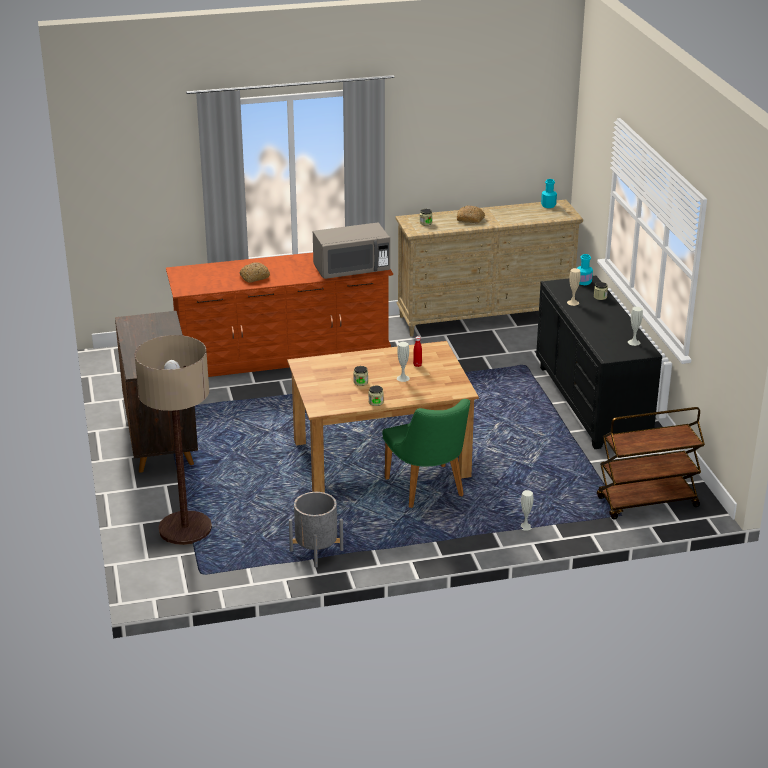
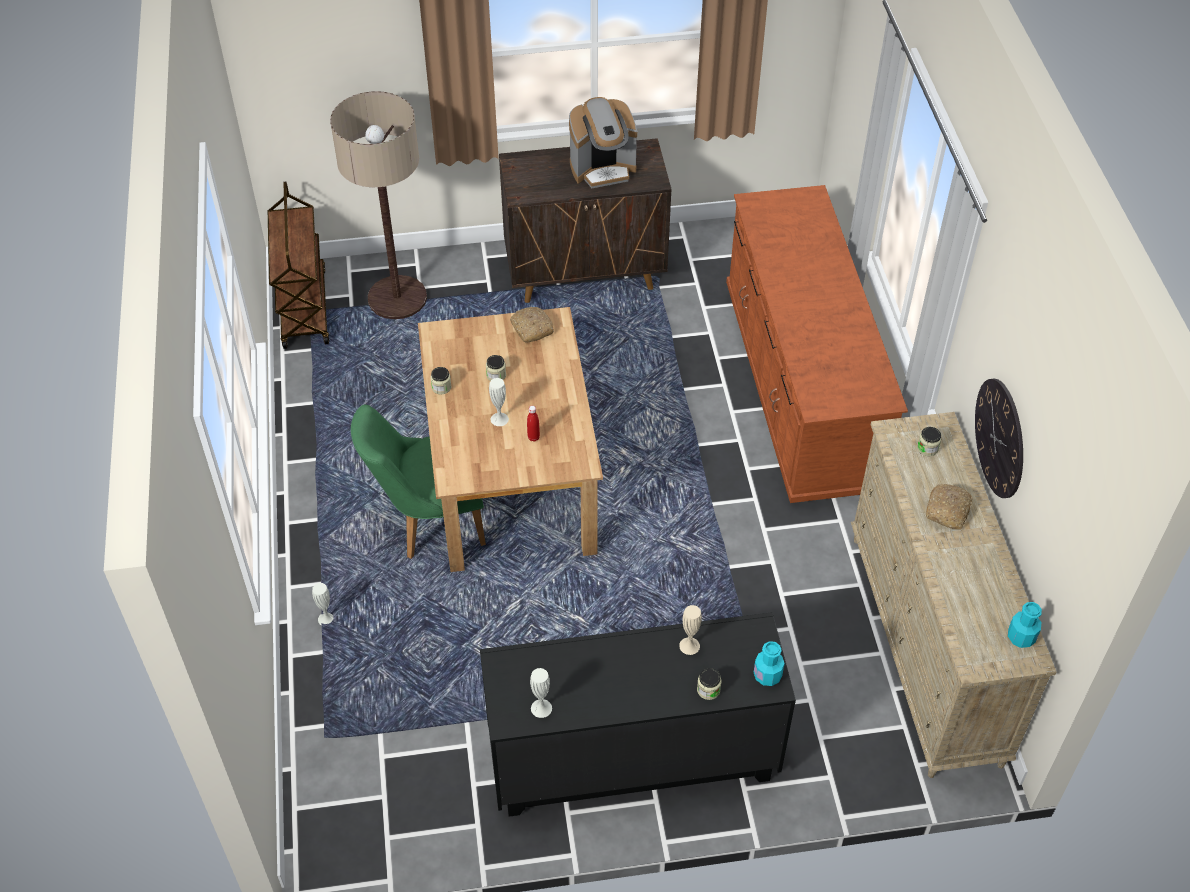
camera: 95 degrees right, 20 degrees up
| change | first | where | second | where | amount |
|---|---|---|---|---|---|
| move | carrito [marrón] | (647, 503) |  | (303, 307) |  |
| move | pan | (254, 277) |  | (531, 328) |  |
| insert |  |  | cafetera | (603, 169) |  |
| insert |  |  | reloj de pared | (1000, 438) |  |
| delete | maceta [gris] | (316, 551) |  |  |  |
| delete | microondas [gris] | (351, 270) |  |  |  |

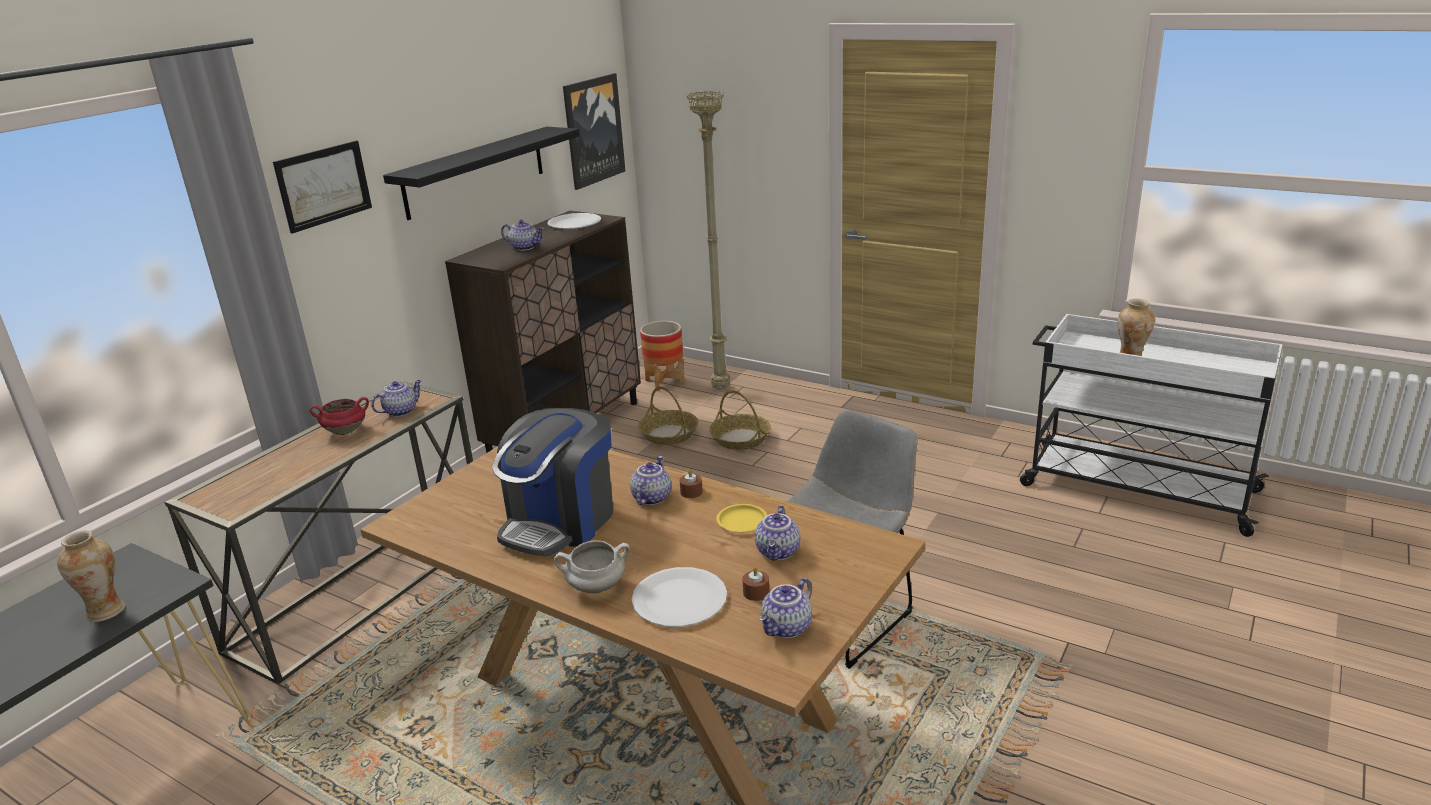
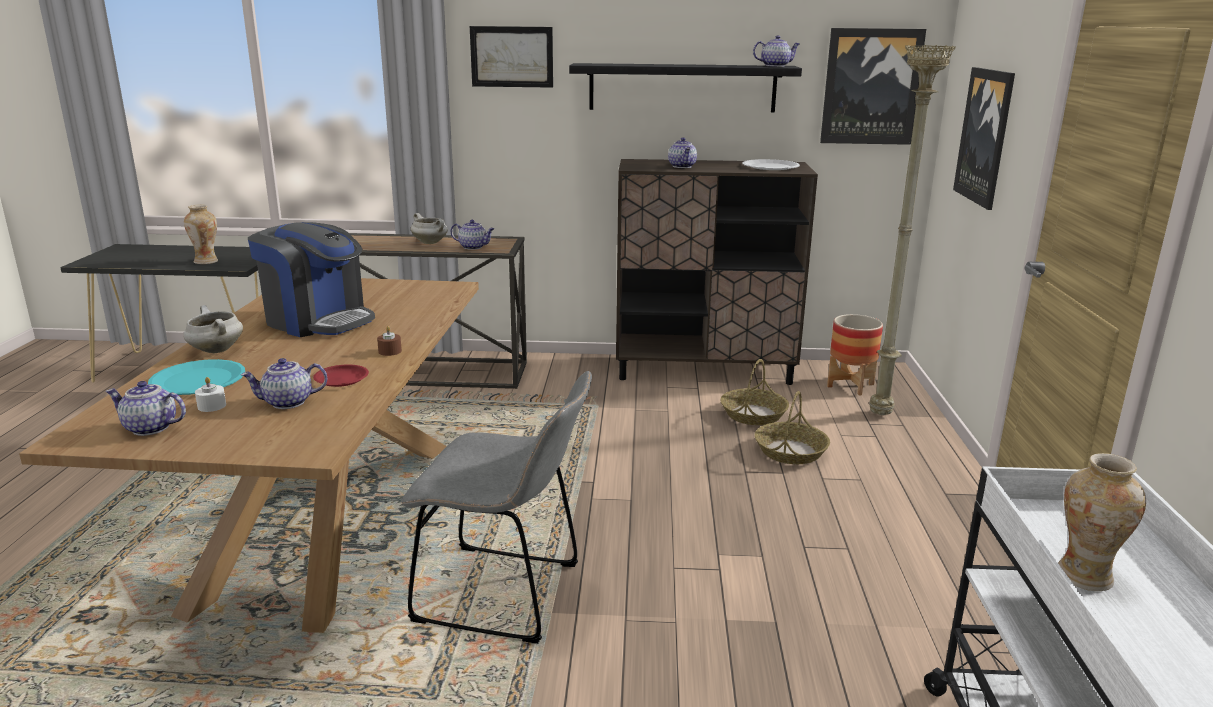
camera: 60 degrees right, 5 degrees down
| change | first | where | second | where | amount |
|---|---|---|---|---|---|
| recolor | plato [blanco] | (679, 599) | plato [turquesa] | (198, 380) |  |
| recolor | vela [marrón] | (756, 592) | vela [blanco] | (212, 406) |  |
| rotate | cafetera | (560, 522) |  | (318, 321) | 150 degrees counterclockwise |
| recolor | plato [amarillo] | (742, 521) | plato [rojo] | (342, 379) |  |
| recolor | olla [rojo] | (346, 431) | olla [blanco] | (431, 243) |  |
| move | tetera | (651, 498) |  | (775, 66) |  |
| insert |  |  | cuadro | (985, 136) |  |

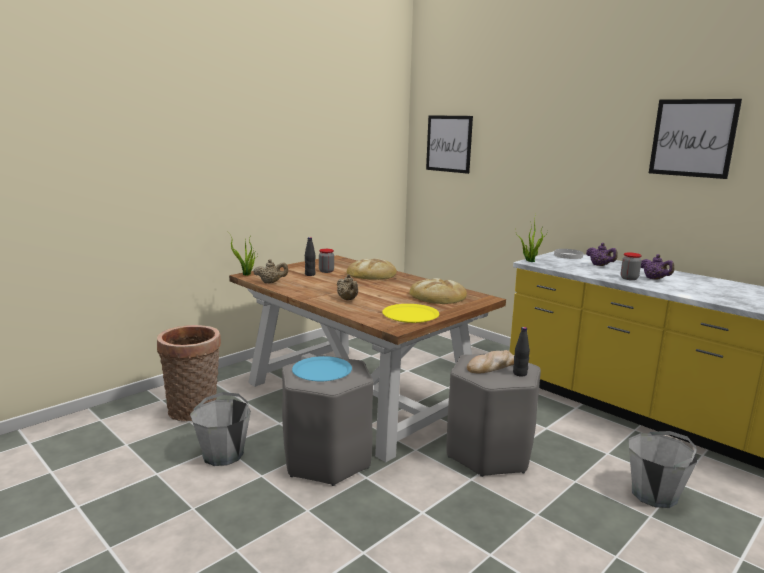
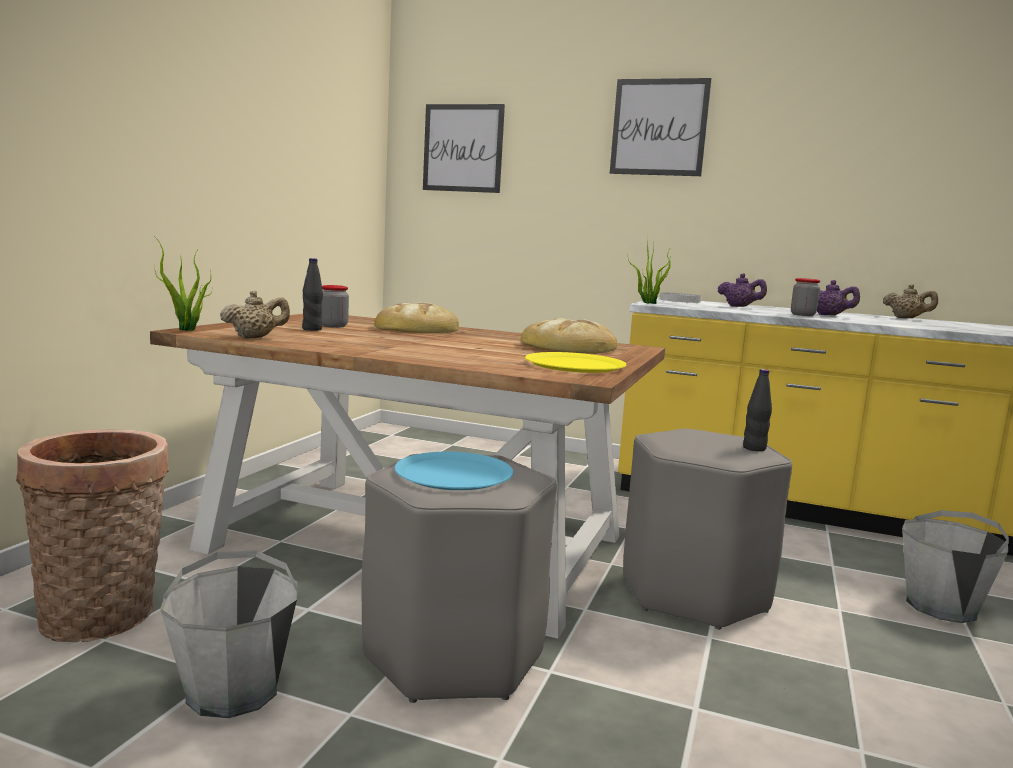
camera: 25 degrees left, 5 degrees down
| change | first | where | second | where | amount |
|---|---|---|---|---|---|
| move | cuadro | (692, 138) |  | (659, 127) |  |
| move | tetera [beis] | (348, 299) |  | (907, 318) |  |
| delete | pan | (492, 366) |  |  |  |

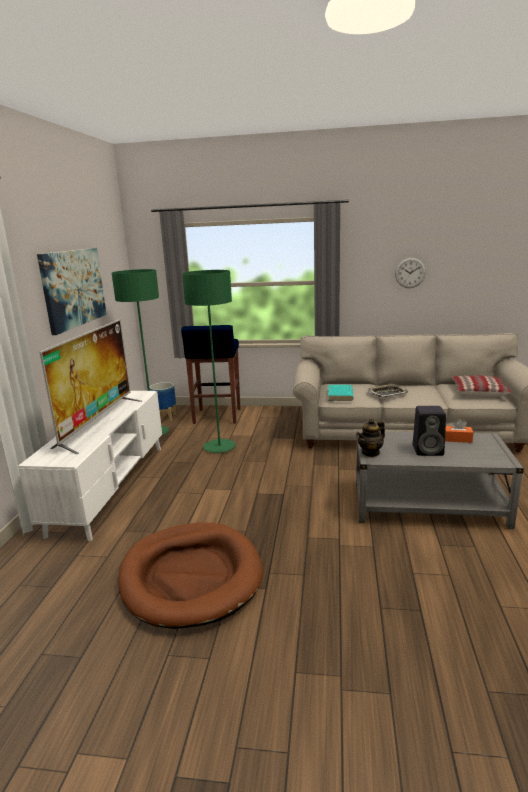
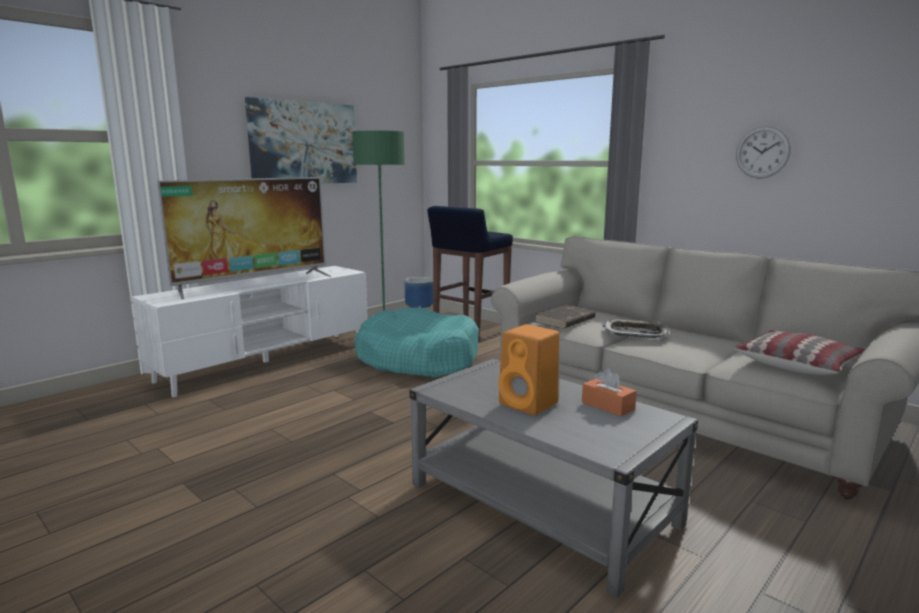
camera: 35 degrees right, 5 degrees down
| change | first | where | second | where | amount |
|---|---|---|---|---|---|
| replace | lámpara de pie [verde] | (219, 447) | cama para perro [turquesa] | (417, 359) |  |
| recolor | altavoz [negro] | (428, 450) | altavoz [naranja] | (530, 404) |  |
| recolor | libro [turquesa] | (340, 395) | libro [marrón] | (564, 320) |  |
| delete | cama para perro [marrón] | (191, 577) |  |  |  |
| delete | tetera | (370, 452) |  |  |  |

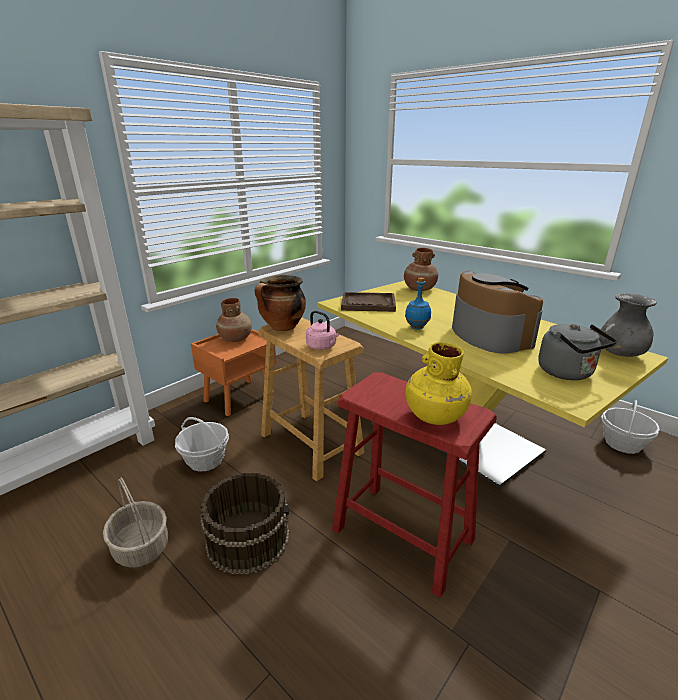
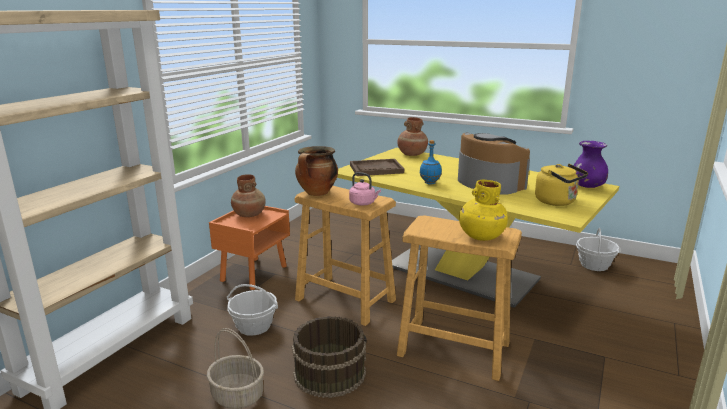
camera: 15 degrees left, 5 degrees down
| change | first | where | second | where | amount |
|---|---|---|---|---|---|
| recolor | taburete [rojo] | (401, 534) | taburete [beis] | (453, 349) |  |
| recolor | hervidor [gris] | (568, 373) | hervidor [amarillo] | (557, 202) |  |
| recolor | florero [gris] | (619, 354) | florero [morado] | (587, 187) |  |

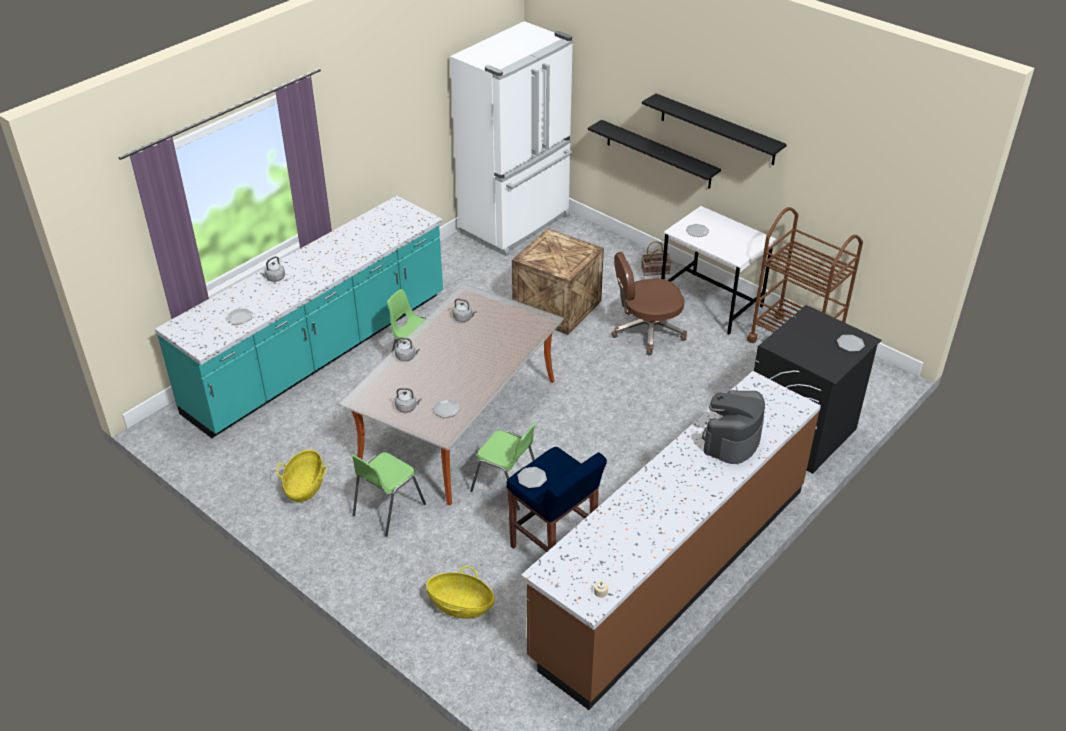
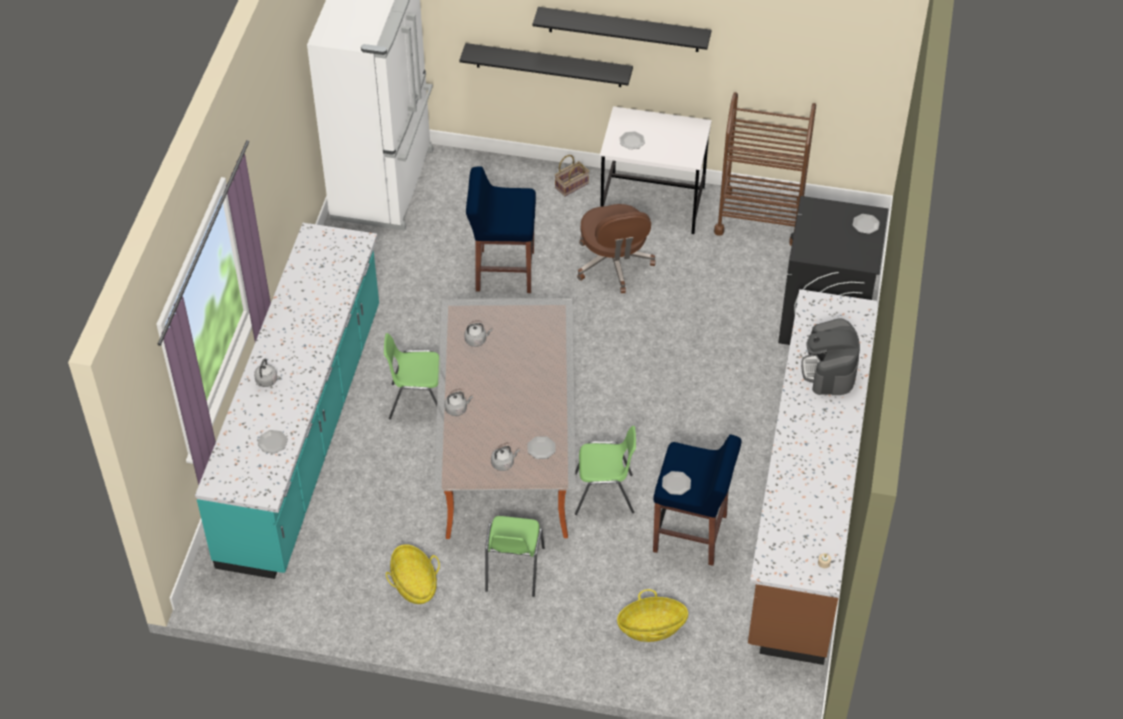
camera: 30 degrees left, 10 degrees up
| change | first | where | second | where | amount |
|---|---|---|---|---|---|
| replace | caja de embalaje | (556, 306) | taburete [azul] | (503, 271) |  |
| rotate | silla de oficina [marrón] | (646, 332) |  | (614, 264) | 60 degrees counterclockwise |

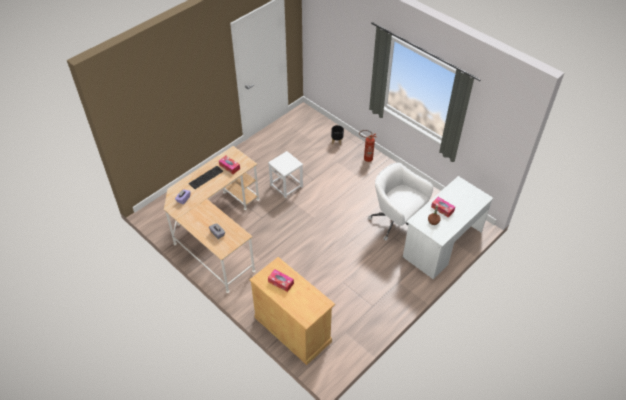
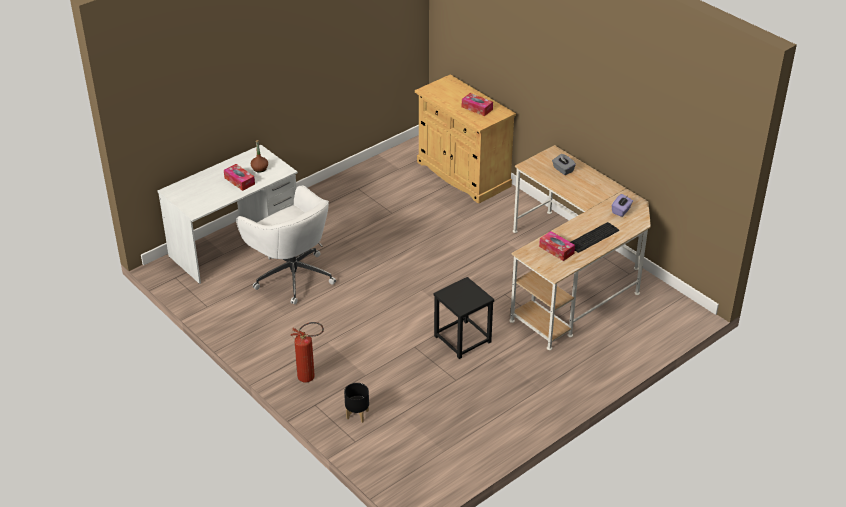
camera: 175 degrees left, 10 degrees down
| change | first | where | second | where | amount |
|---|---|---|---|---|---|
| recolor | taburete [blanco] | (286, 186) | taburete [negro] | (462, 339) |  |

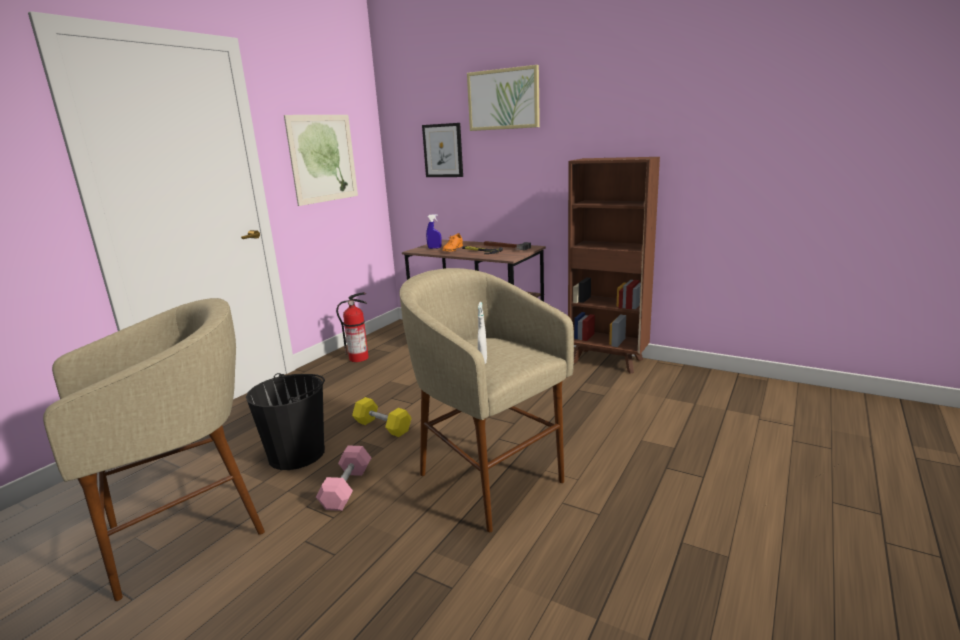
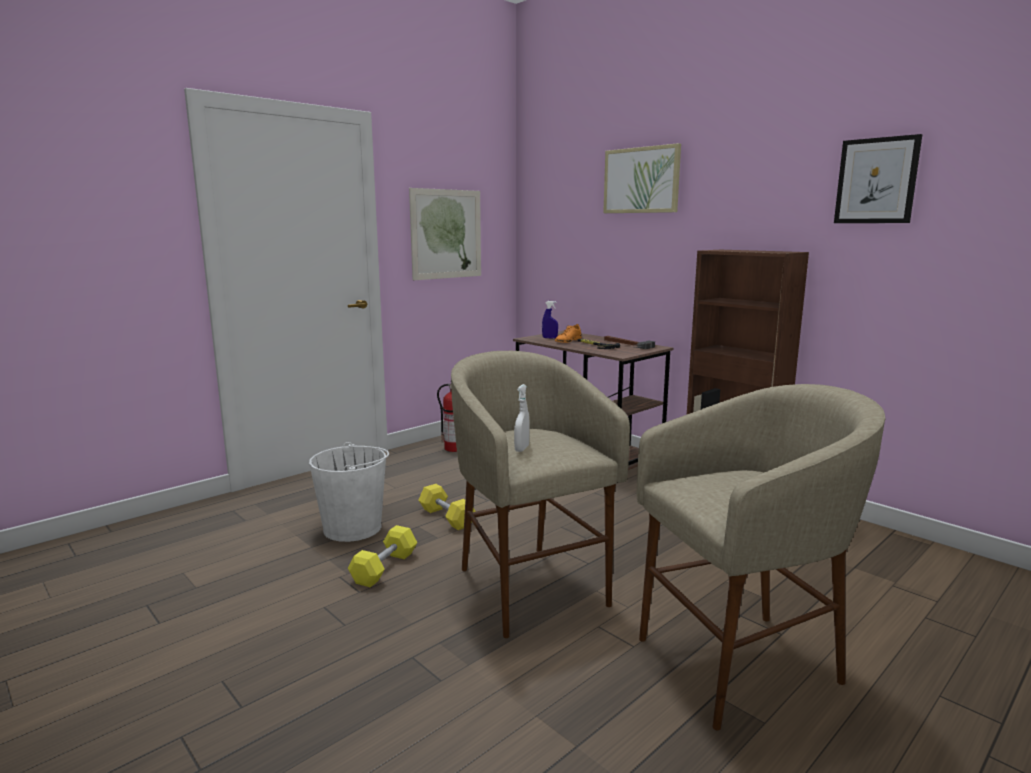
camera: 15 degrees right, 5 degrees down
| change | first | where | second | where | amount |
|---|---|---|---|---|---|
| recolor | cubo [negro] | (297, 454) | cubo [blanco] | (353, 528) |  |
| recolor | mancuerna [rosa] | (346, 488) | mancuerna [amarillo] | (384, 568) |  |
| move | taburete [beis] | (188, 534) |  | (741, 663) |  |
| move | cuadro | (443, 150) |  | (876, 181) |  |

